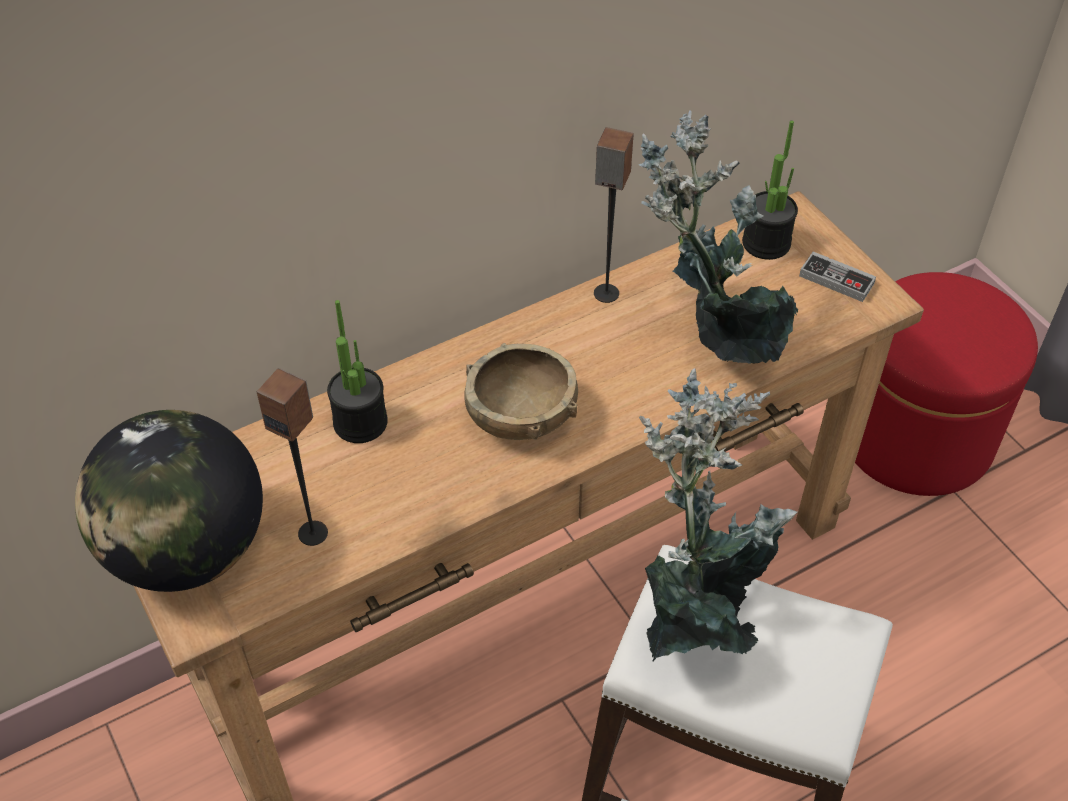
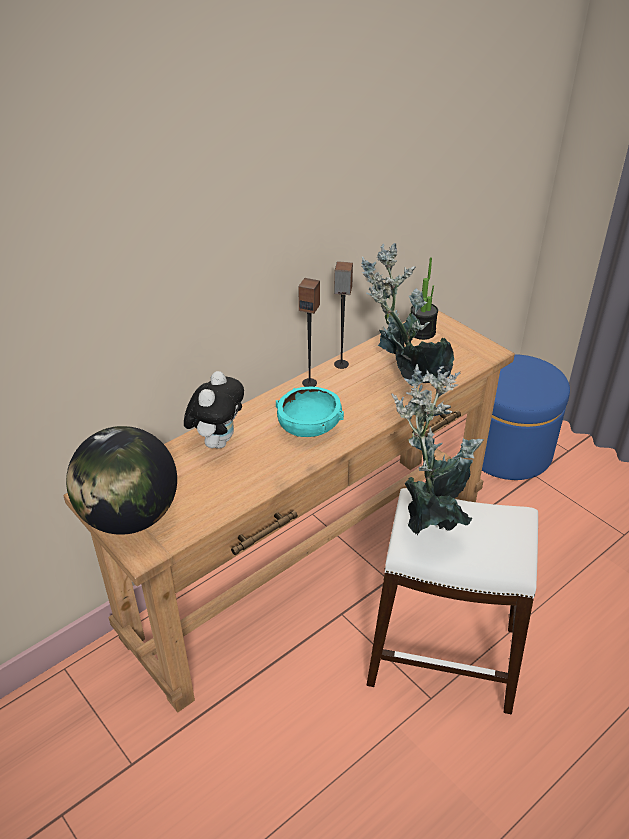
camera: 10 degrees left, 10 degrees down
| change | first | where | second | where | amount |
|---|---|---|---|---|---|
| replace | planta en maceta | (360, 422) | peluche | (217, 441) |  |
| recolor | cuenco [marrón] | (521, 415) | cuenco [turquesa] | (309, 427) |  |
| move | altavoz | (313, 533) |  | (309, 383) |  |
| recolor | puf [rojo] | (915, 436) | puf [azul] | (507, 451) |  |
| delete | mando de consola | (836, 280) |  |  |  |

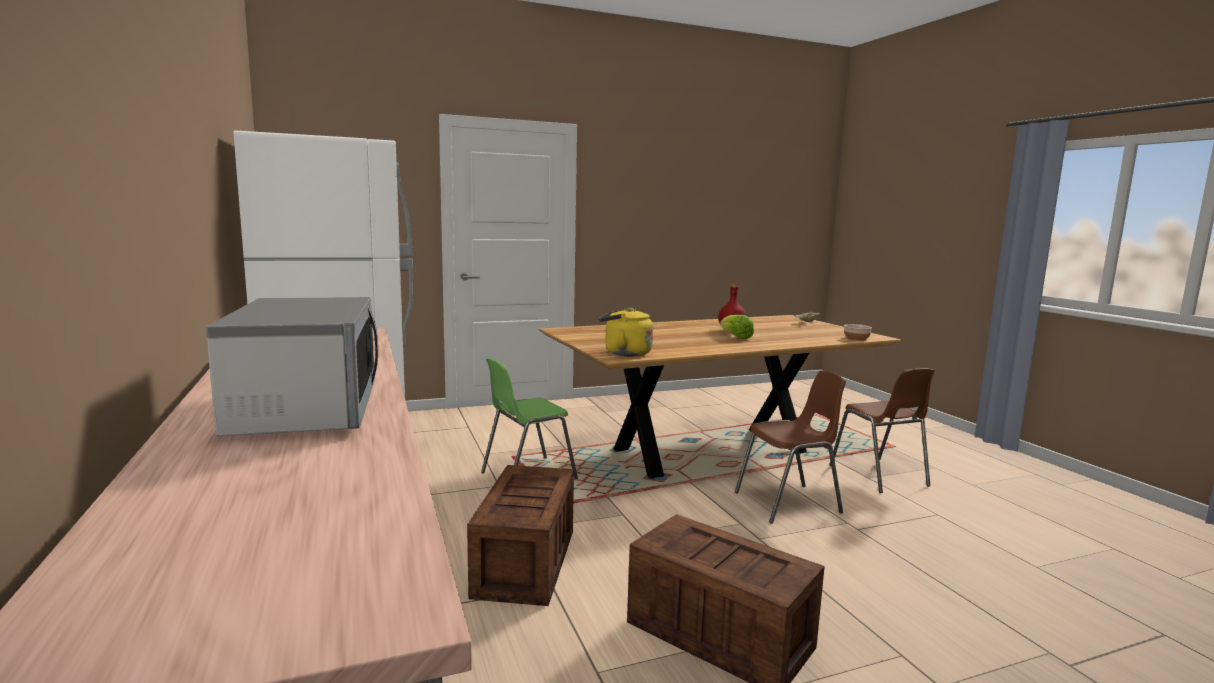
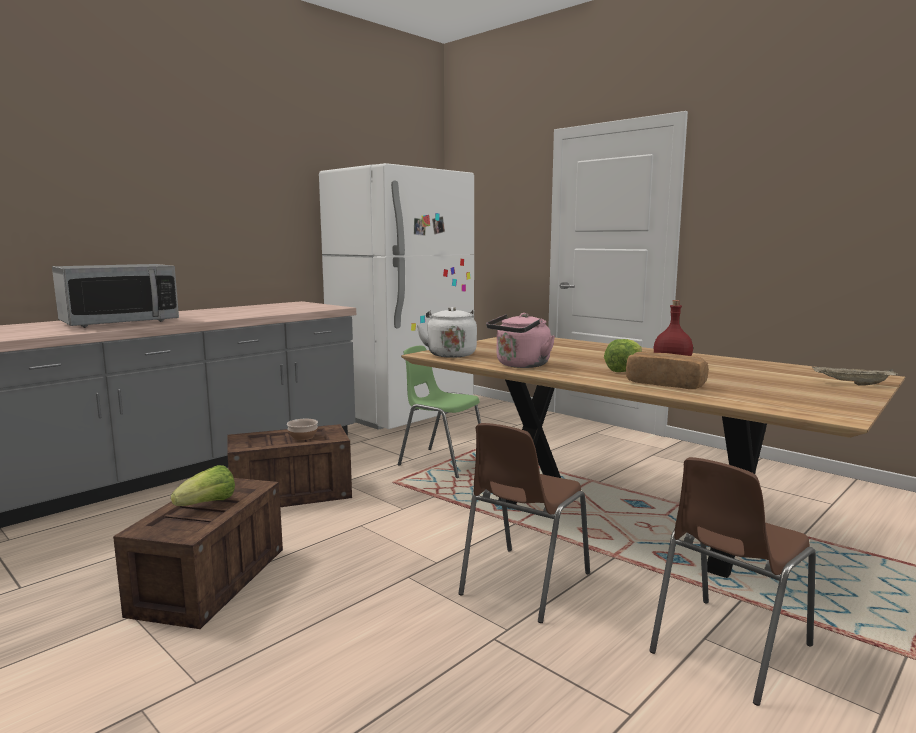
camera: 65 degrees right, 0 degrees up
| change | first | where | second | where | amount |
|---|---|---|---|---|---|
| insert |  |  | lechuga | (208, 504) |  |
| move | cuenco | (856, 338) |  | (303, 437) |  |
| recolor | hervidor [amarillo] | (624, 353) | hervidor [blanco] | (450, 354) |  |
| rotate | silla [marrón] | (789, 503) |  | (523, 584) | 75 degrees clockwise |
| insert |  |  | hervidor [rosa] | (520, 365) |  |
| insert |  |  | pan | (665, 384) |  |

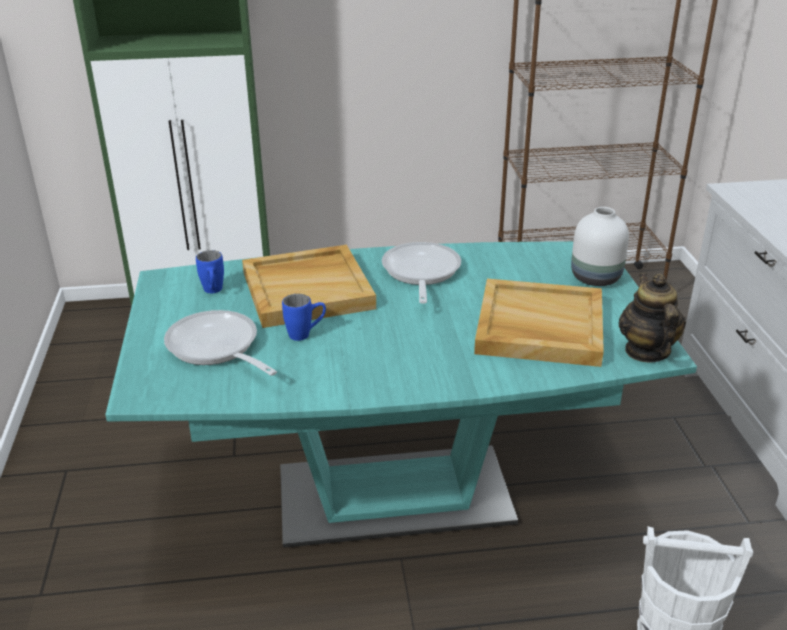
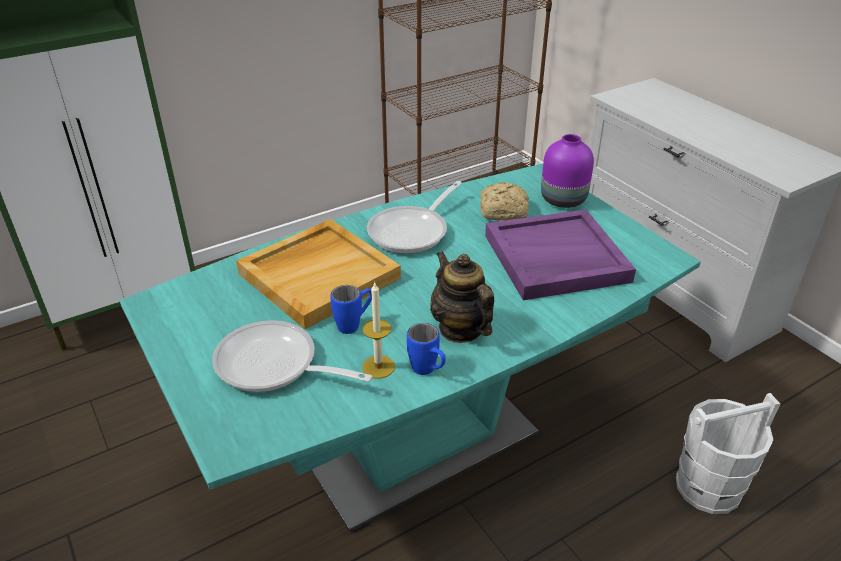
camera: 25 degrees left, 5 degrees up
| change | first | where | second | where | amount |
|---|---|---|---|---|---|
| insert |  |  | vela | (378, 367) |  |
| rotate | sartén | (420, 273) |  | (413, 231) | 120 degrees counterclockwise |
| move | taza grande [azul] | (213, 292) |  | (428, 371) |  |
| move | tetera | (646, 351) |  | (460, 329) |  |
| insert |  |  | pan | (505, 212) |  |
| recolor | bandeja [beis] | (538, 327) | bandeja [morado] | (555, 259) |  |
| recolor | florero [blanco] | (597, 277) | florero [morado] | (564, 199) |  |

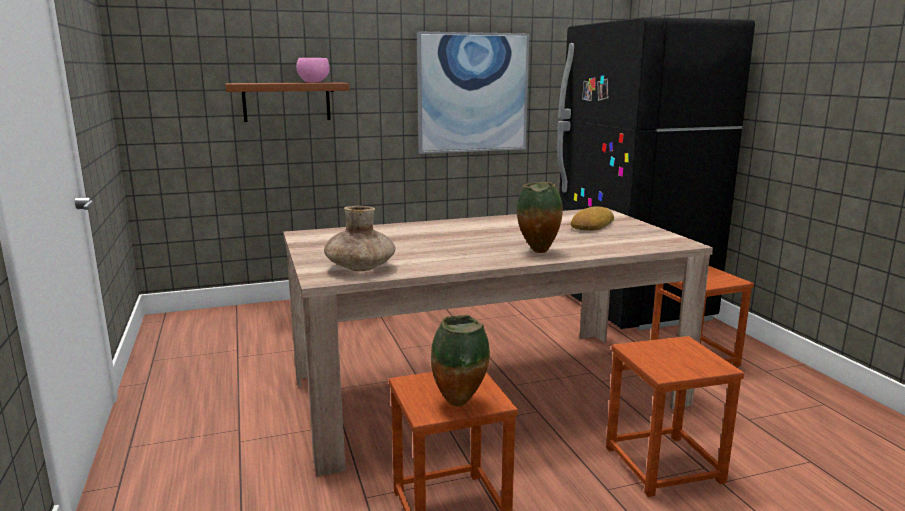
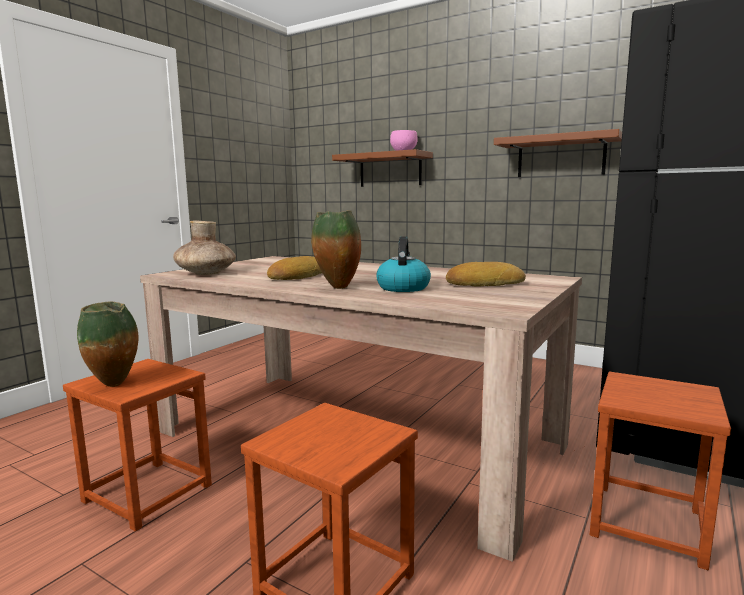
camera: 50 degrees right, 5 degrees down
| change | first | where | second | where | amount |
|---|---|---|---|---|---|
| insert |  |  | pan | (297, 276) |  |
| insert |  |  | hervidor | (403, 288) |  |
| replace | cuadro | (473, 93) | estante [marrón] | (560, 157) |  |

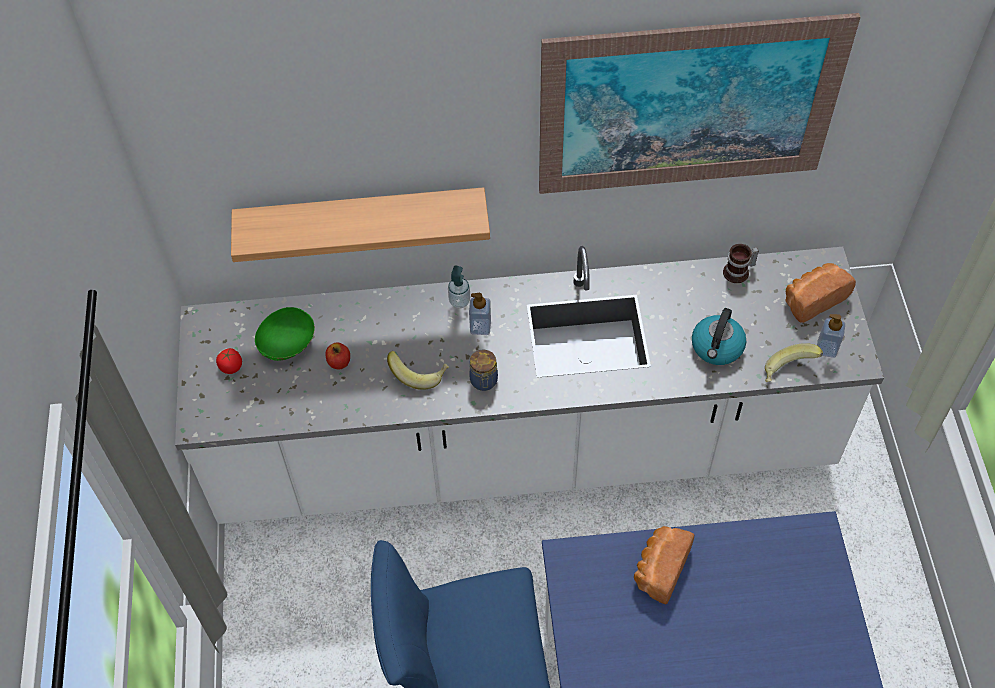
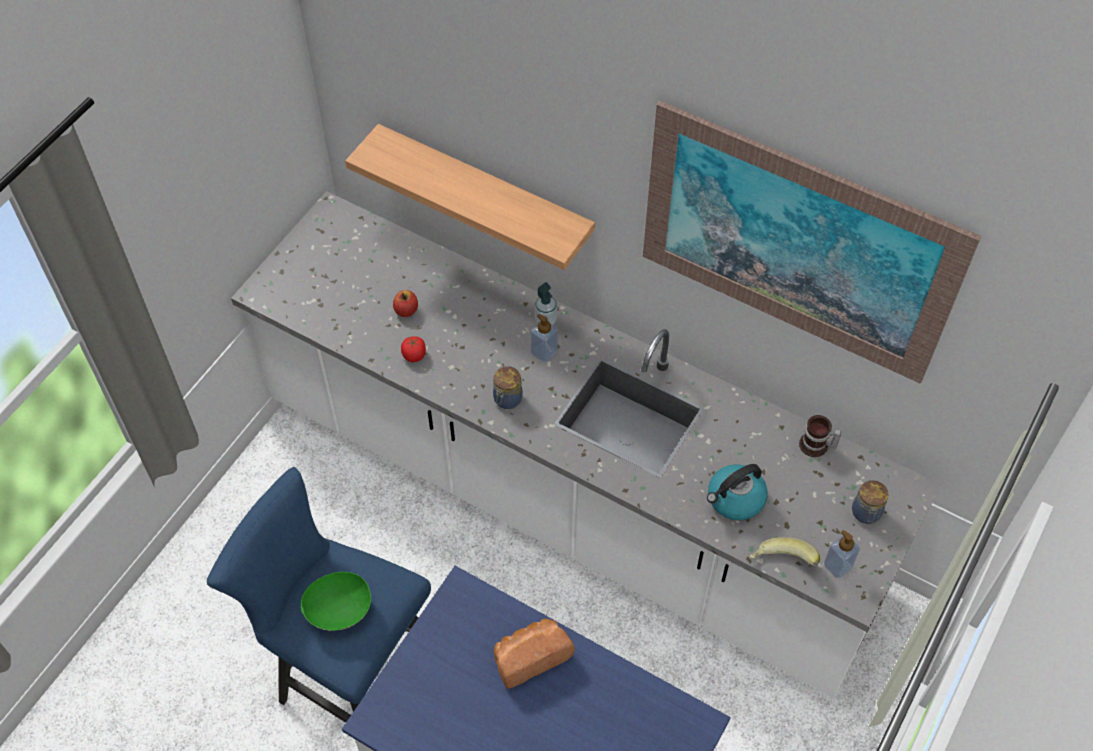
camera: 35 degrees right, 0 degrees up
| change | first | where | second | where | amount |
|---|---|---|---|---|---|
| move | cuenco [verde] | (288, 346) |  | (339, 611) |  |
| move | tomate | (231, 367) |  | (414, 355) |  |
| replace | pan | (813, 299) | tarro | (866, 513) |  |
| delete | plátano | (419, 374) |  |  |  |

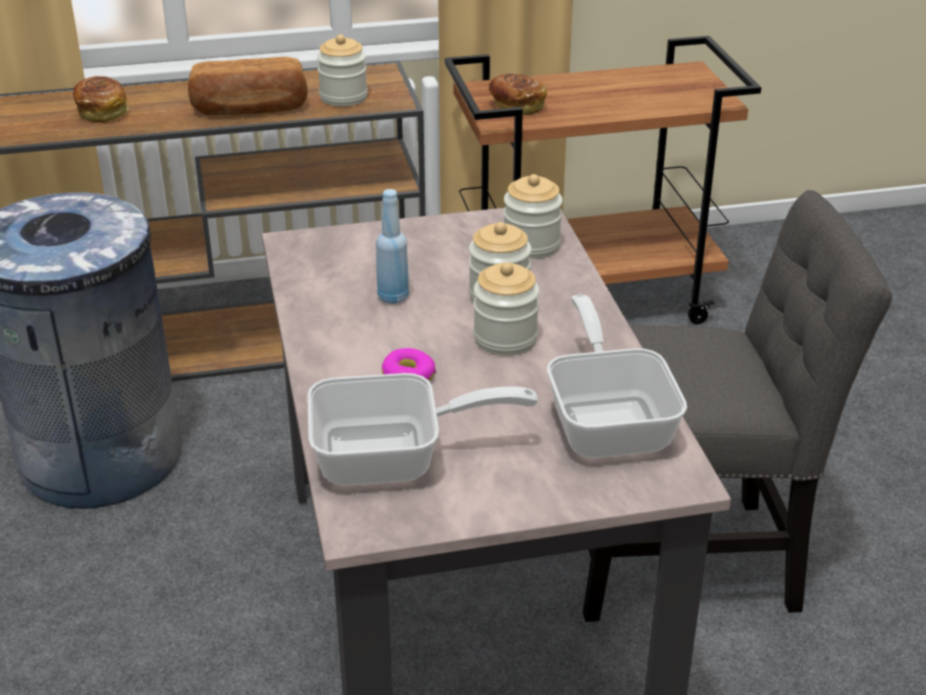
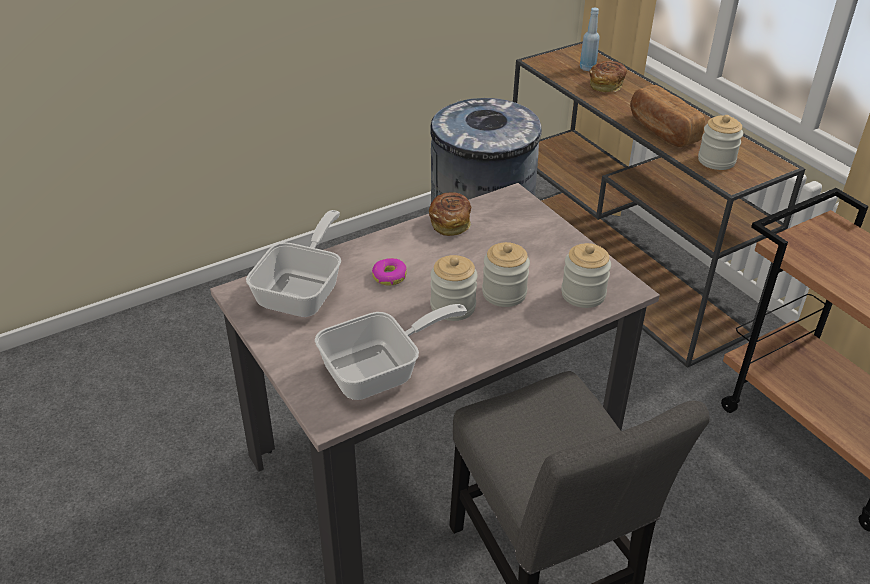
camera: 70 degrees right, 5 degrees up
| change | first | where | second | where | amount |
|---|---|---|---|---|---|
| rotate | sartén | (395, 459) |  | (304, 291) | 135 degrees counterclockwise |
| move | pan | (516, 106) |  | (450, 223) |  |
| move | botella [azul] | (393, 297) |  | (587, 68) |  |

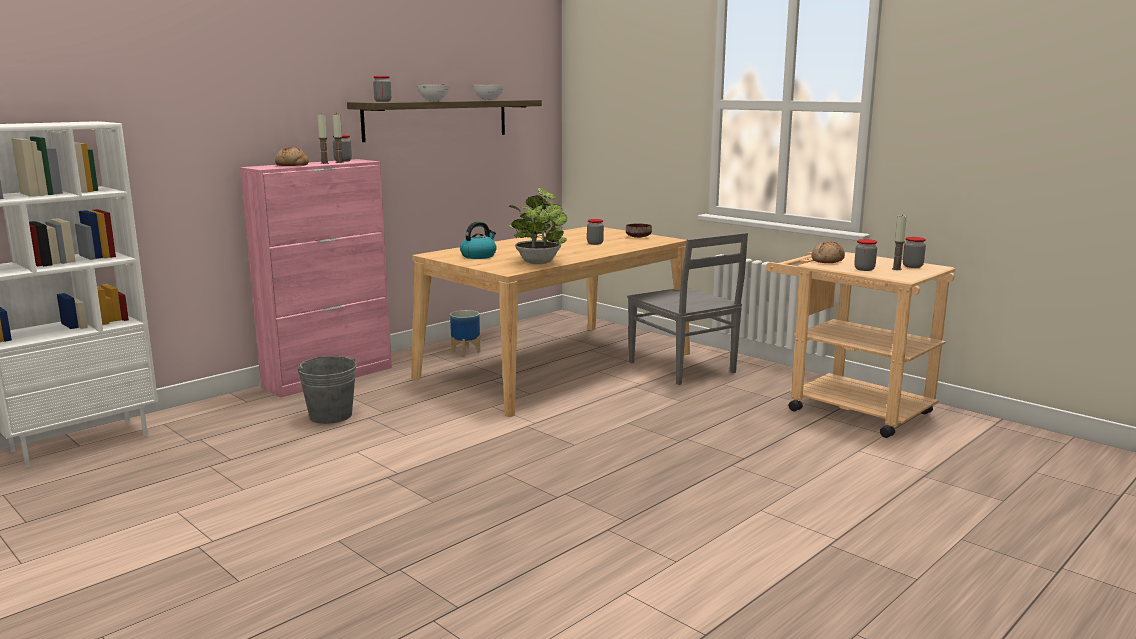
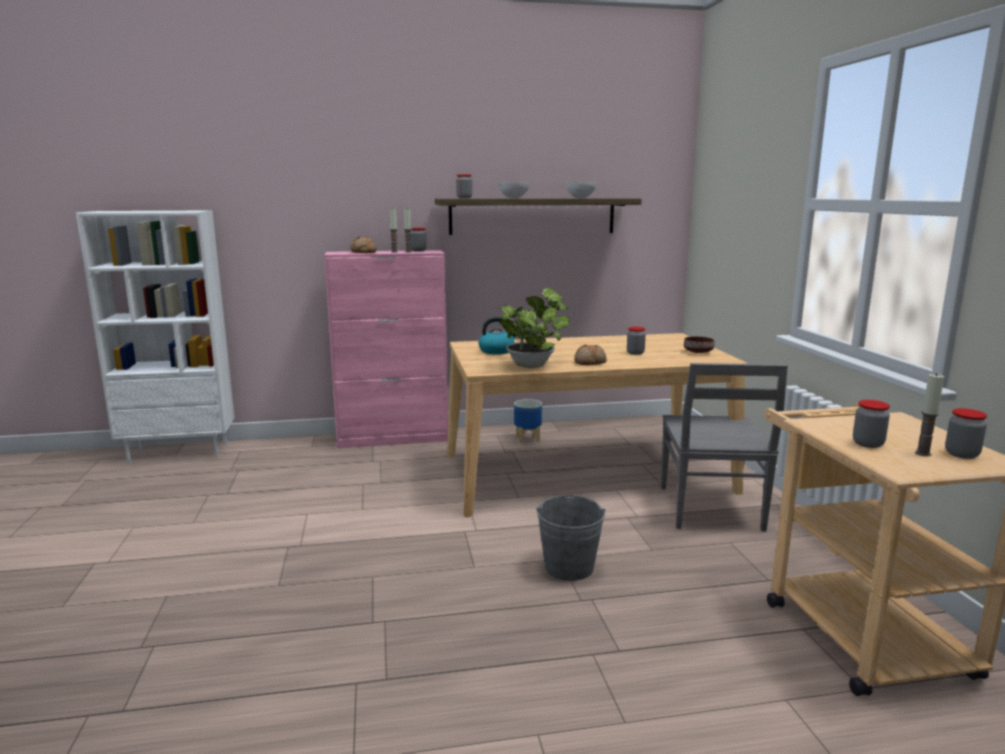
camera: 35 degrees right, 0 degrees up
| change | first | where | second | where | amount |
|---|---|---|---|---|---|
| move | cubo [gris] | (330, 415) |  | (569, 567) |  |
| move | pan | (828, 261) |  | (590, 362) |  |

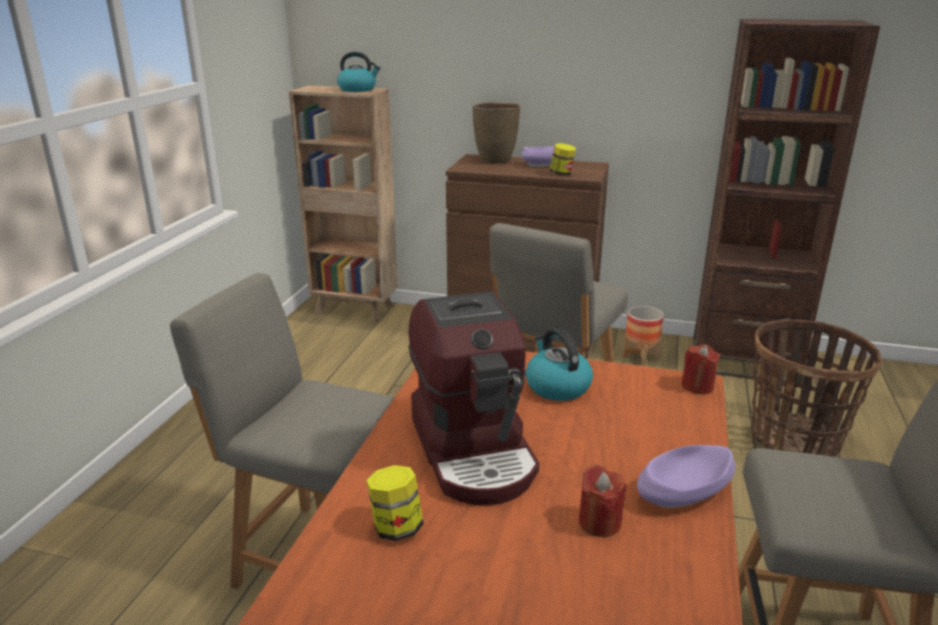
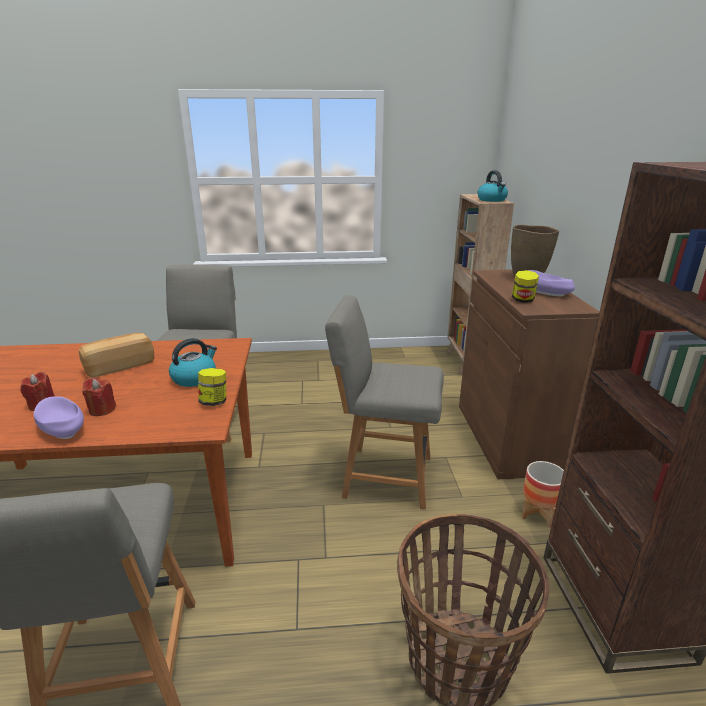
camera: 70 degrees right, 0 degrees up
| change | first | where | second | where | amount |
|---|---|---|---|---|---|
| replace | cafetera | (475, 450) | pan | (119, 365) |  |
| move | vela [rojo] | (697, 386) |  | (102, 410) |  |
| move | tarro | (396, 527) |  | (214, 402) |  |

